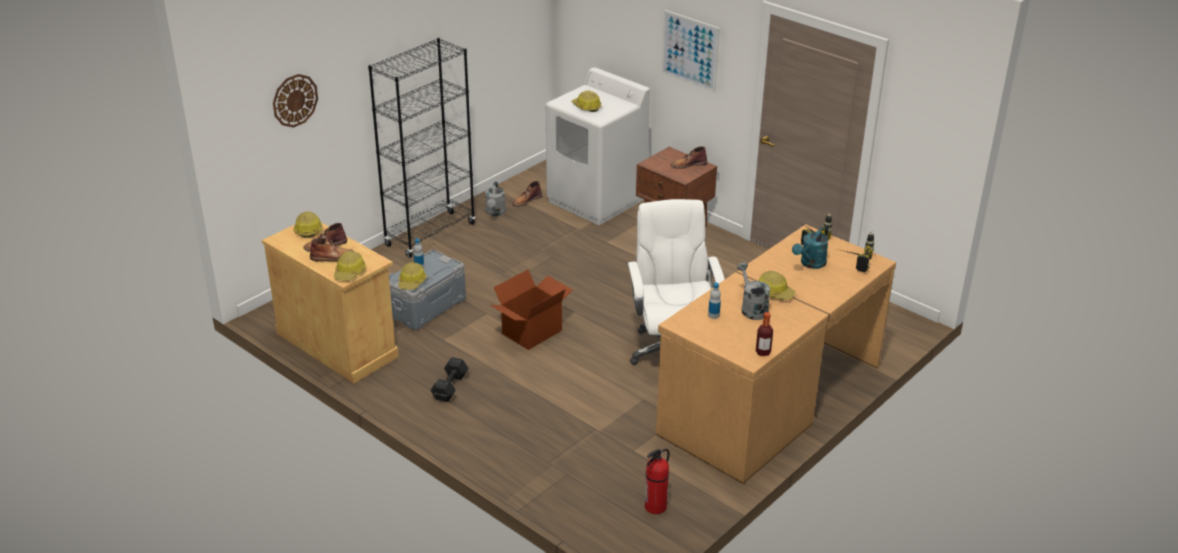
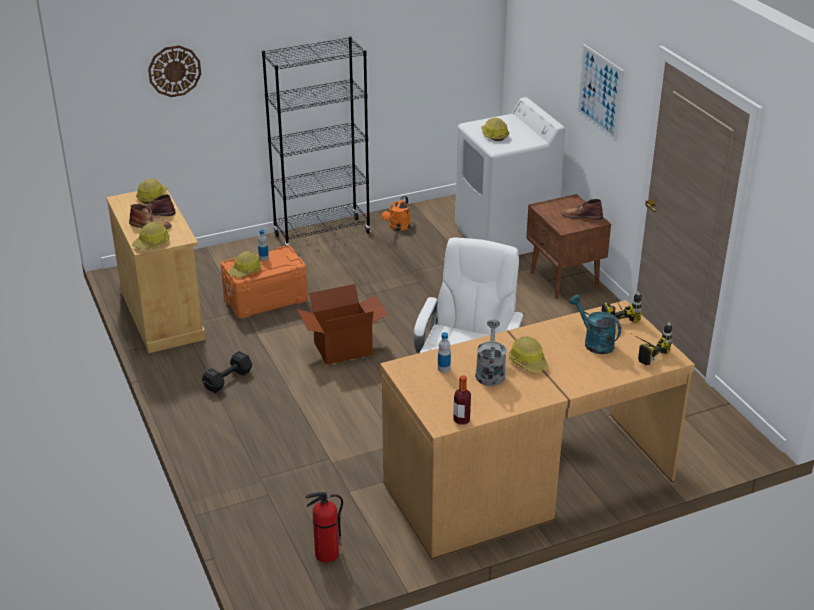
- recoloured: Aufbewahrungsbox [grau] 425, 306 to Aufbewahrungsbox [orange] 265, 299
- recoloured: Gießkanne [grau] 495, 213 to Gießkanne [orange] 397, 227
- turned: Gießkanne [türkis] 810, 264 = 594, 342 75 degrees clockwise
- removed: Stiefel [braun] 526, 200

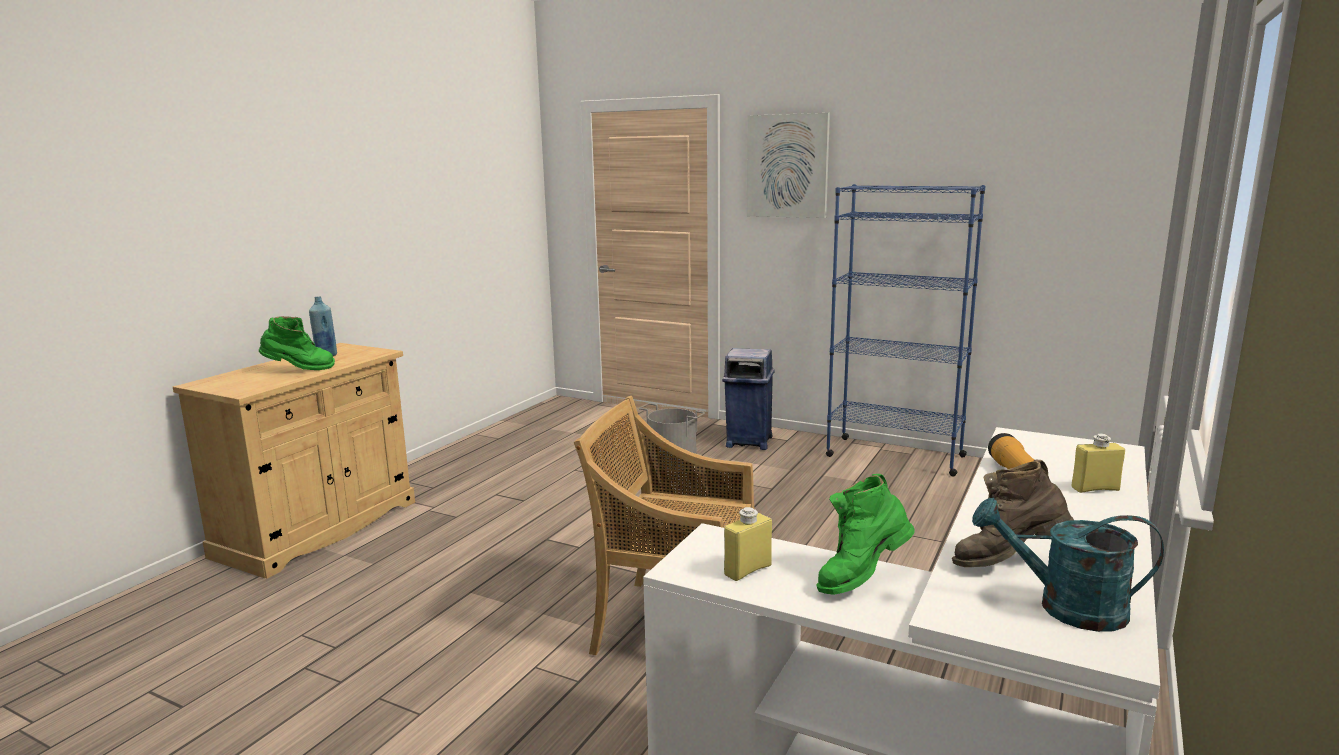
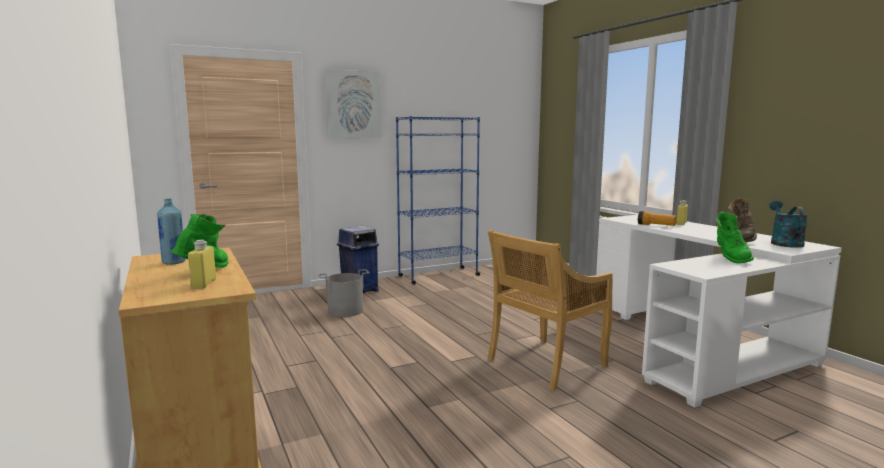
- moved: Flasche [gelb] 748, 570 to 203, 284
- turned: Gießkanne [türkis] 1065, 607 = 784, 243 135 degrees clockwise

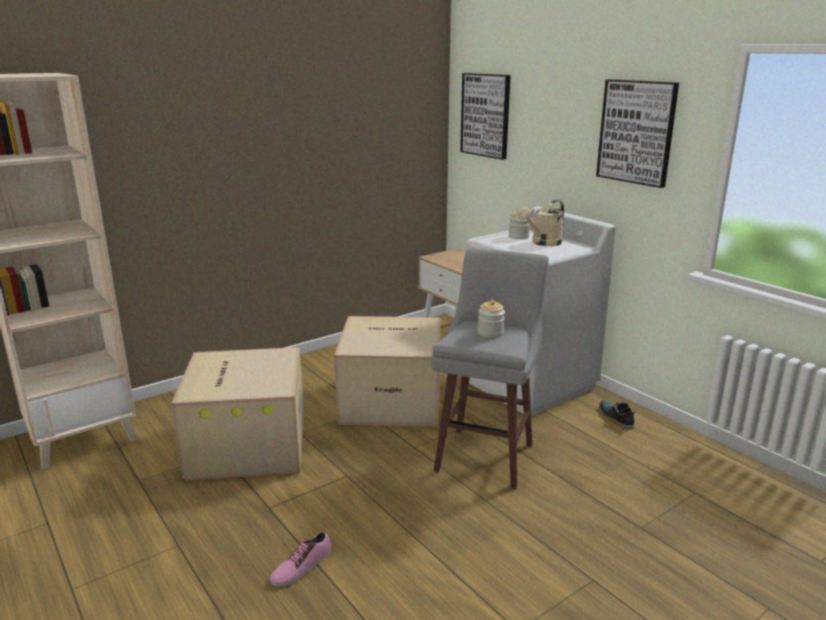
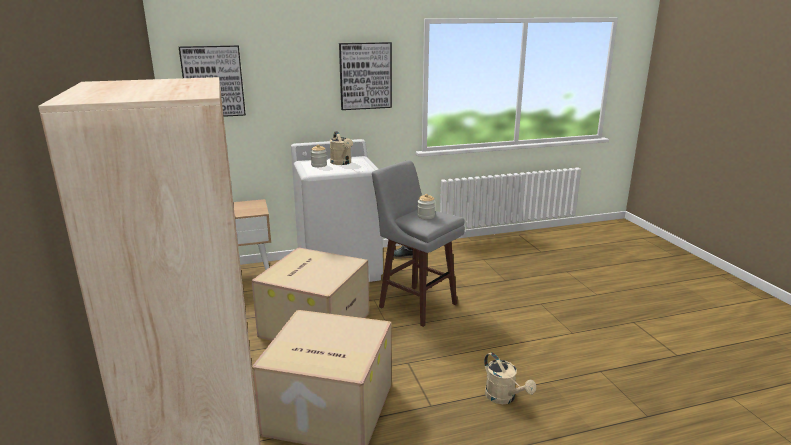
- replaced: Schuh 301, 566 to Gießkanne [beige] 504, 398

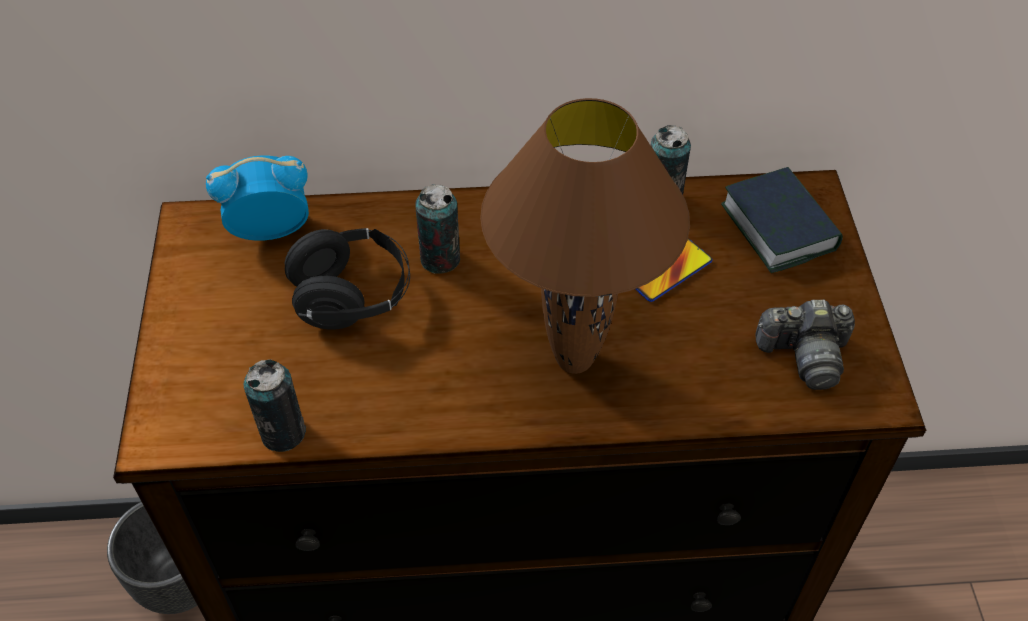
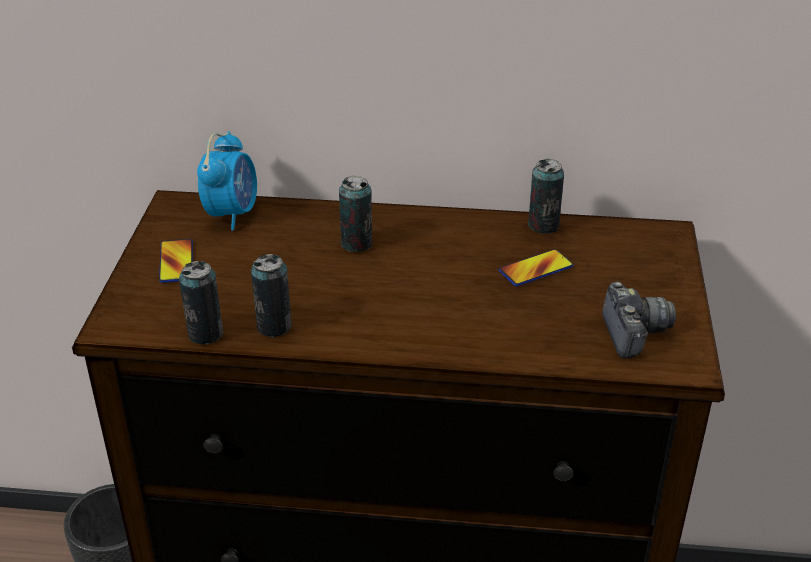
- added: Handy 176, 262
- turned: Wecker 270, 230 = 232, 213 105 degrees clockwise
- added: Dose 274, 326
- turned: Kamera 804, 356 = 633, 333 105 degrees counterclockwise
- removed: Kopfhörer [schwarz] 352, 297
- removed: Tischlampe [braun] 575, 361
- removed: Buch 778, 227

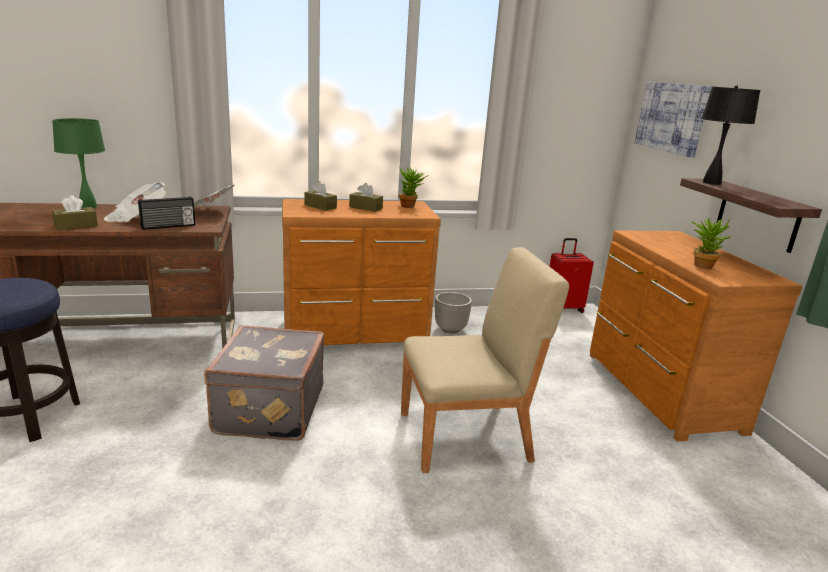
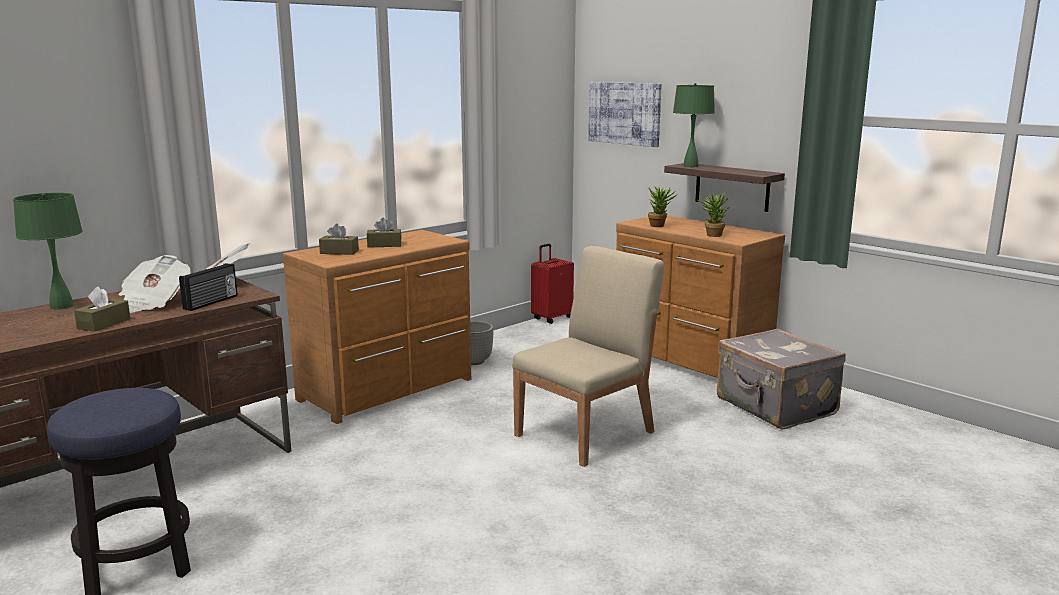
- moved: Topfpflanze 410, 206 to 659, 225
- recoloured: Tischlampe [schwarz] 712, 183 to Tischlampe [grün] 691, 166
- moved: Koffer [grau] 267, 410 to 775, 407

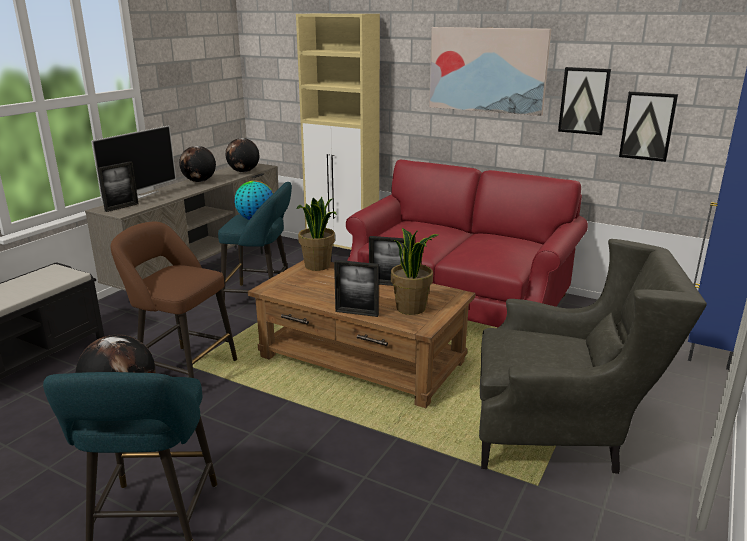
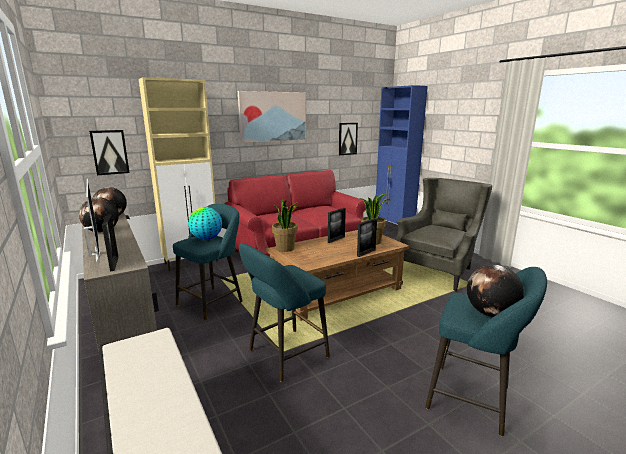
- moved: Bild 584, 101 to 110, 152
- recoloured: Hocker [braun] 183, 369 to Hocker [türkis] 284, 355

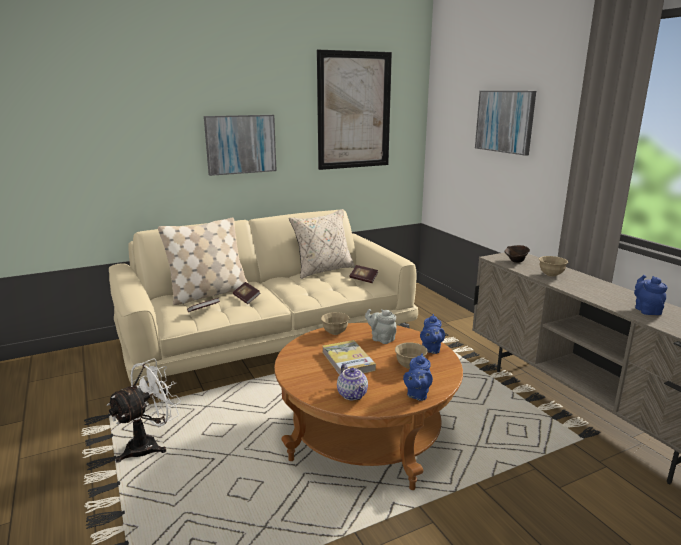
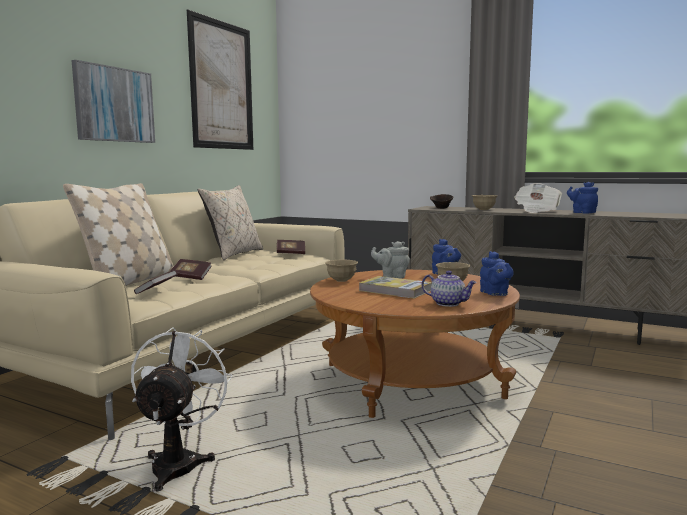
- added: Zeitung 536, 211
- removed: Bild 505, 121

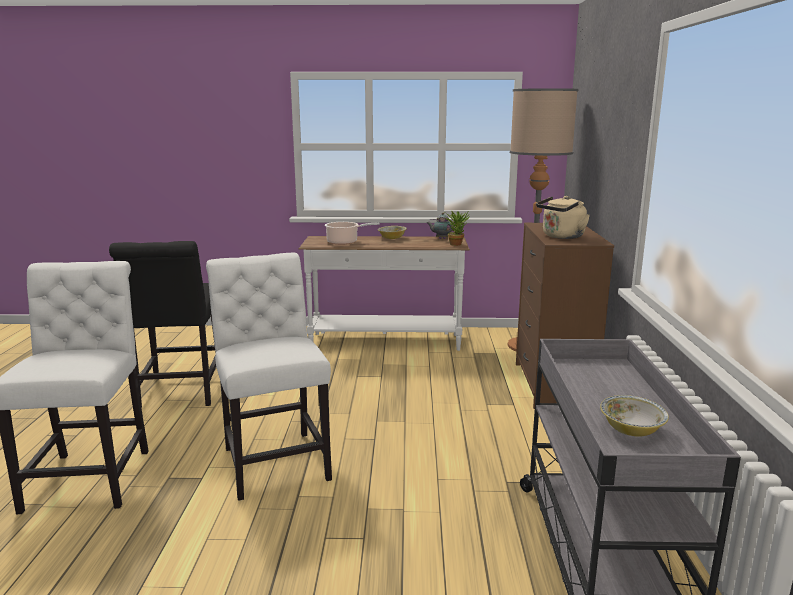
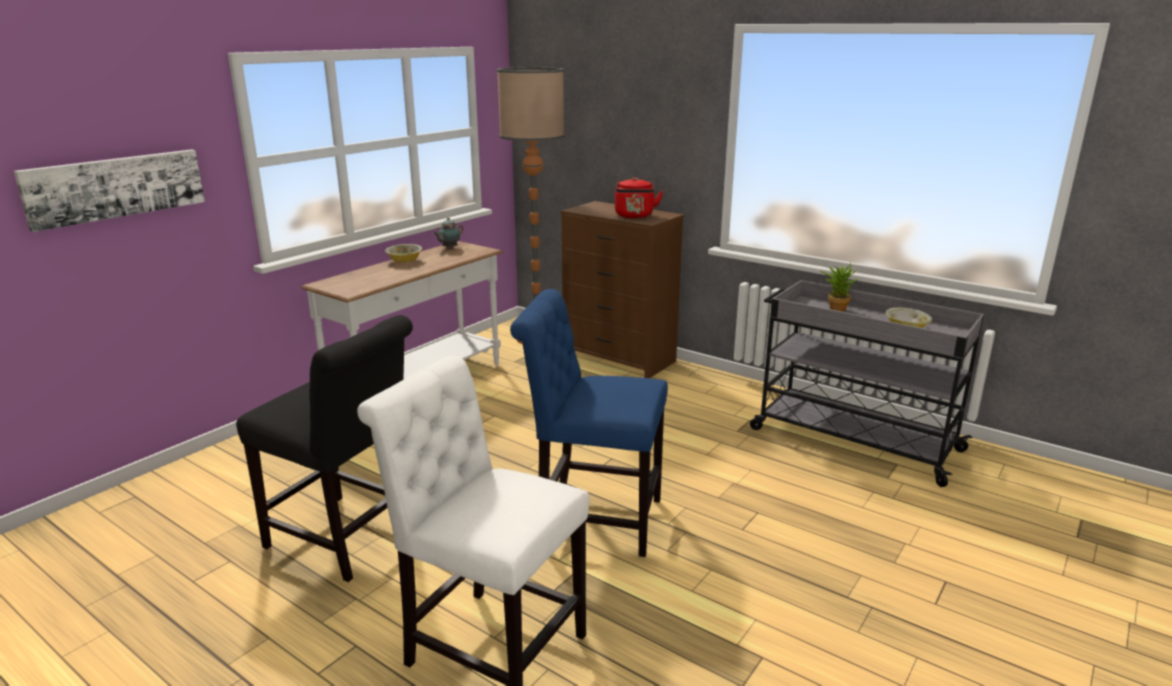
- added: Bild 115, 187
- recoloured: Stuhl [weiß] 275, 460 to Stuhl [blau] 592, 518
- recoloured: Wasserkessel [beige] 561, 237 to Wasserkessel [rot] 634, 216
- moved: Topfpflanze 457, 244 to 835, 308
- removed: Kochtopf 344, 242

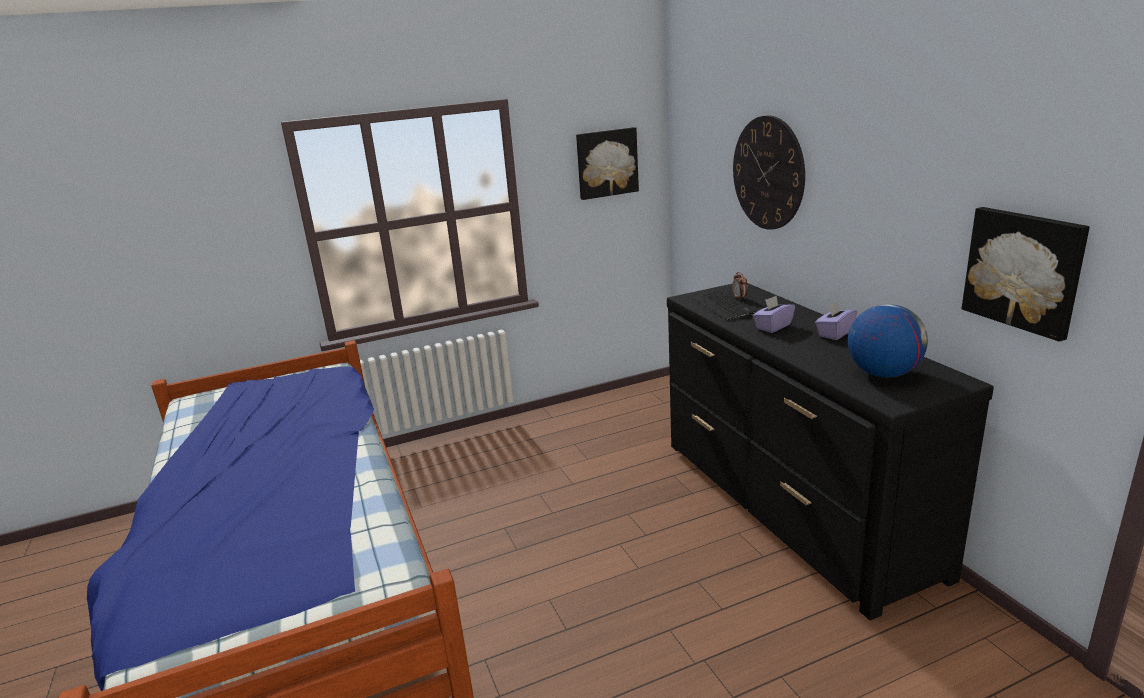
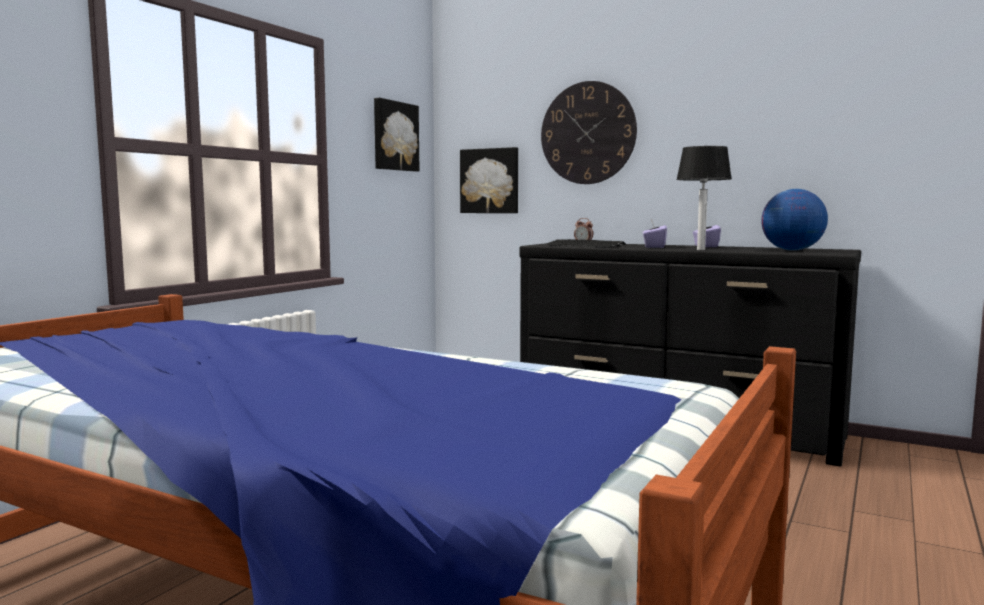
- moved: Bild 1024, 270 to 490, 181
- added: Tischlampe 701, 249

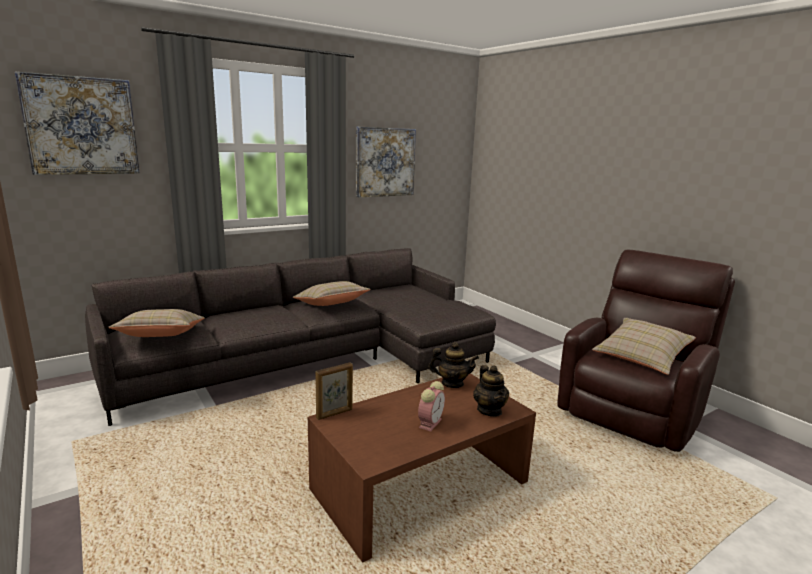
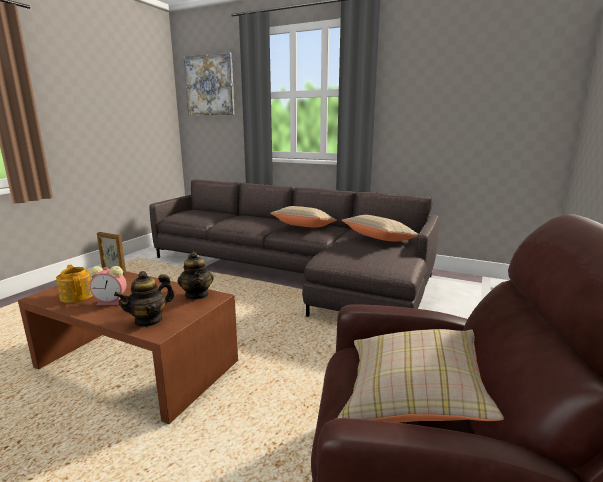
- added: Teekanne 77, 295
- moved: Kissen [beige] 161, 336 to 379, 240
- removed: Bild 385, 162

